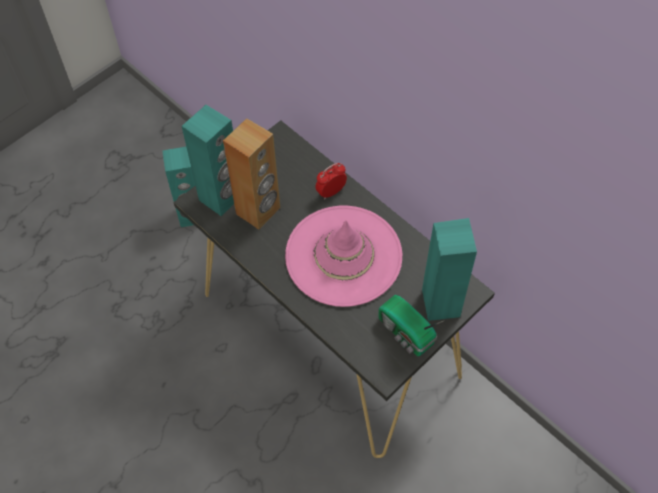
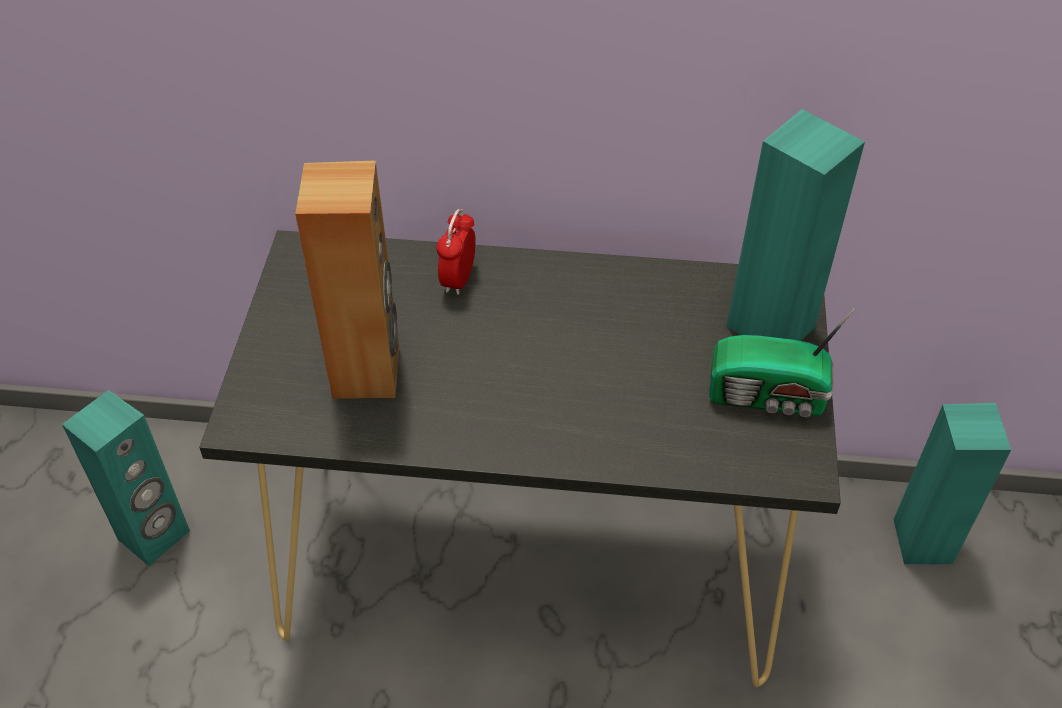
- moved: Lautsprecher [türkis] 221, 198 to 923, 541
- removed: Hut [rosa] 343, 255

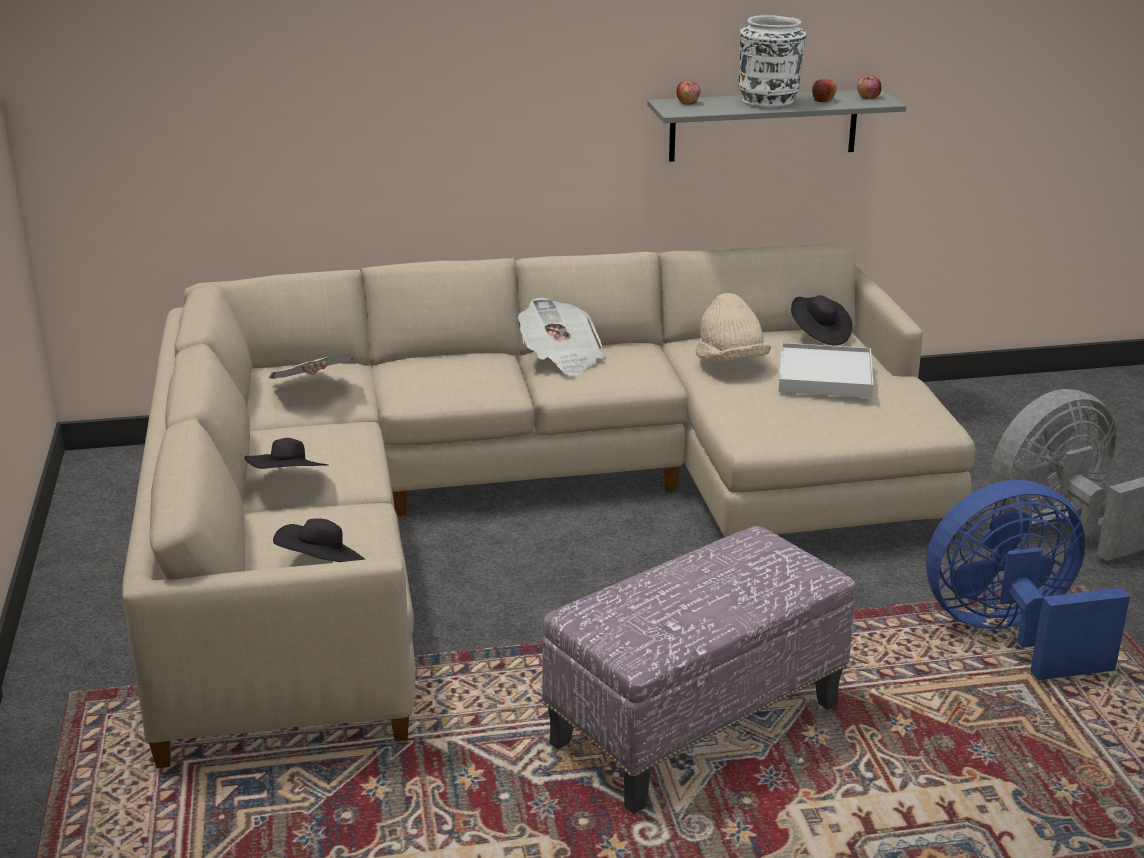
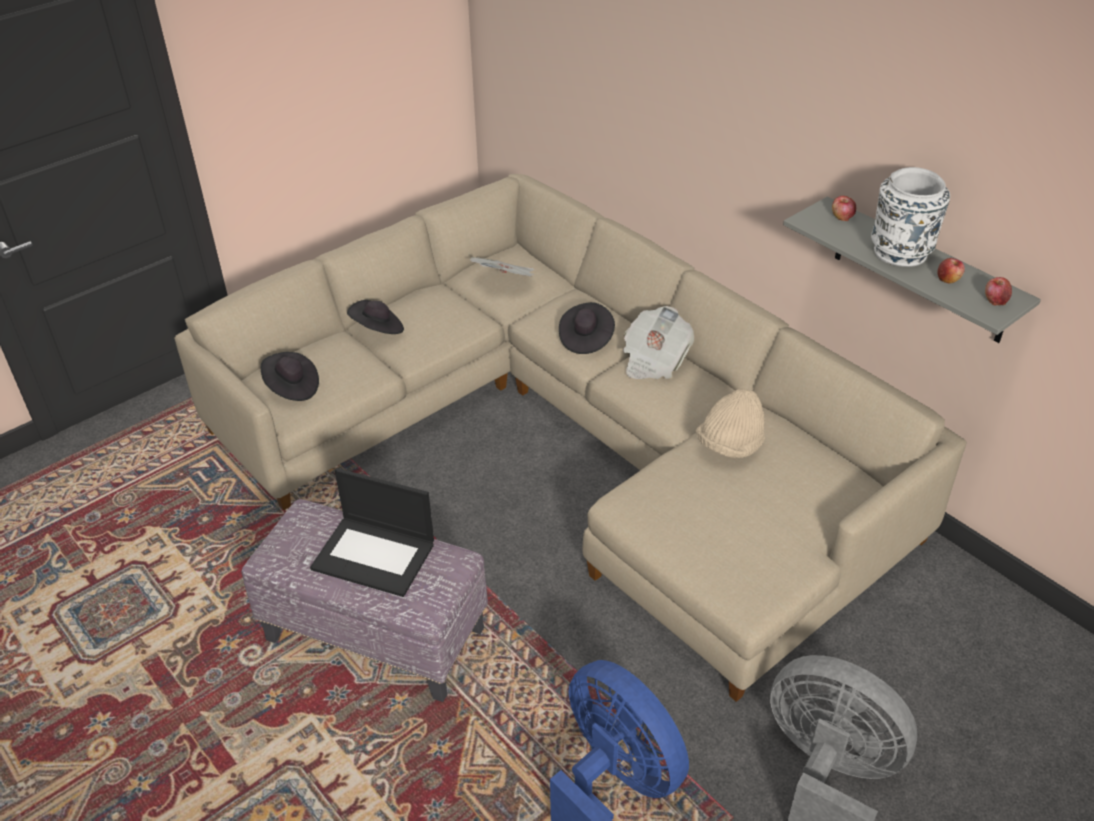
- added: Laptop 375, 555
- moved: Hut [schwarz] 819, 335 to 586, 338
- removed: Tablett [weiß] 824, 375

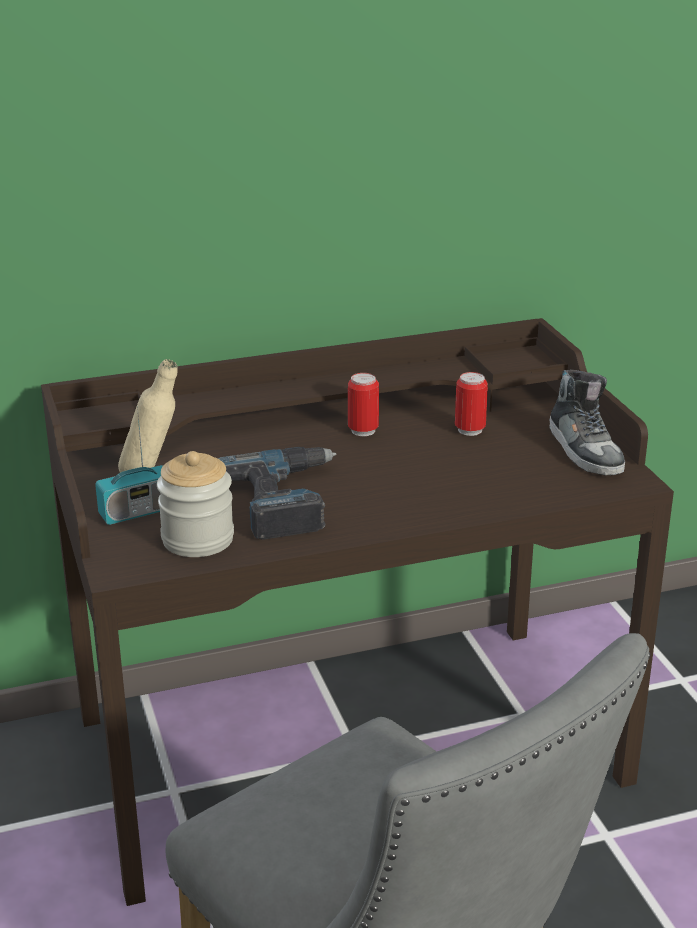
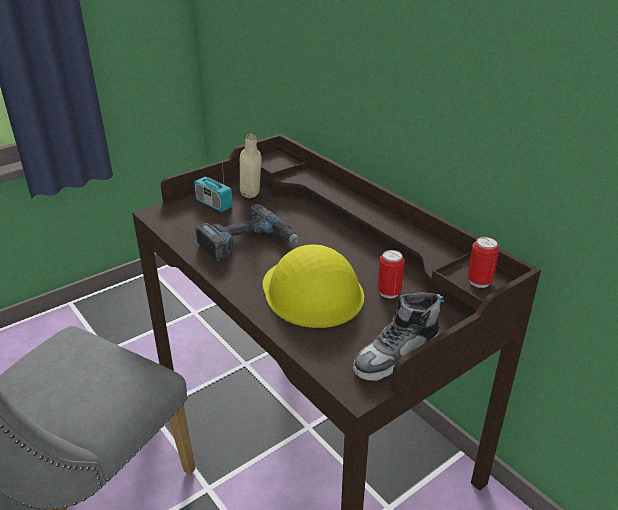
- added: Schutzhelm [gelb] 312, 291
- moved: Dose 363, 430 to 479, 282
- removed: Vorratsglas 198, 539

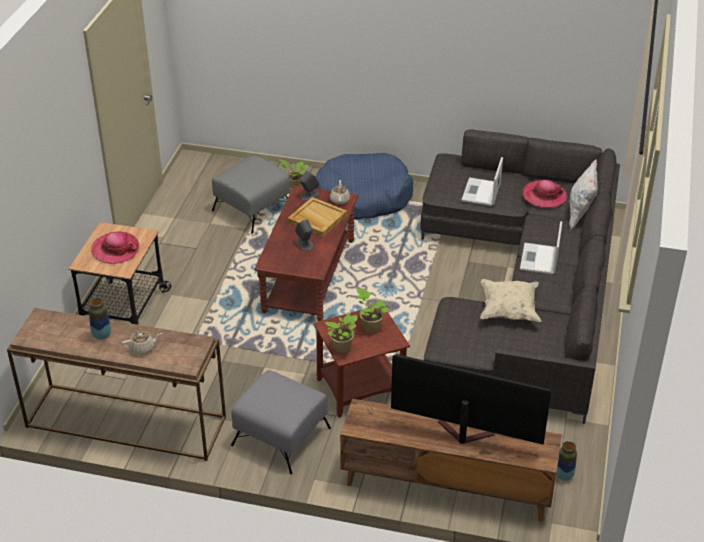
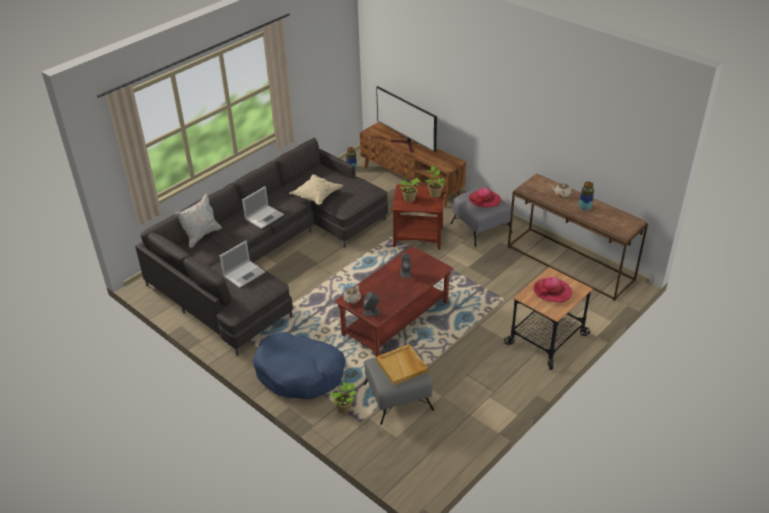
- moved: Tablett [beige] 316, 219 to 402, 366
- moved: Hut 544, 196 to 484, 200

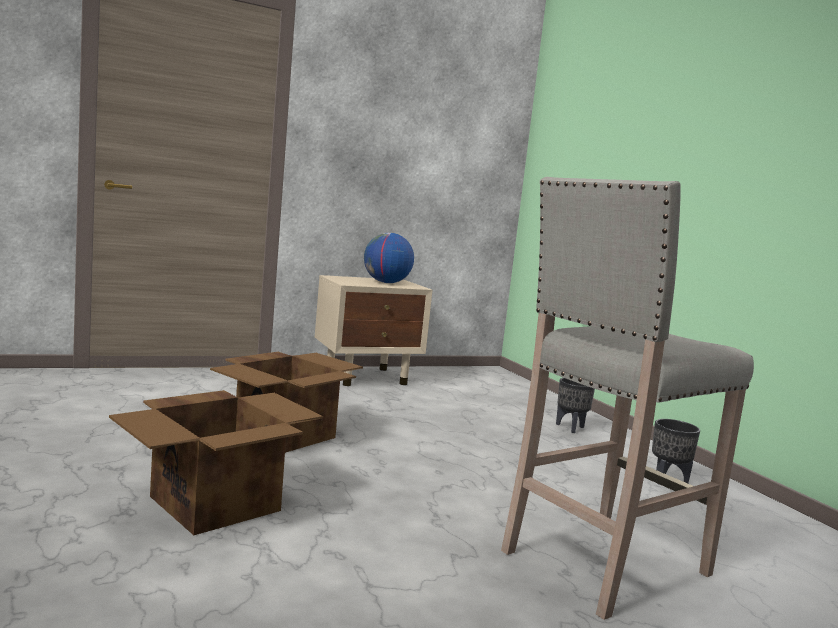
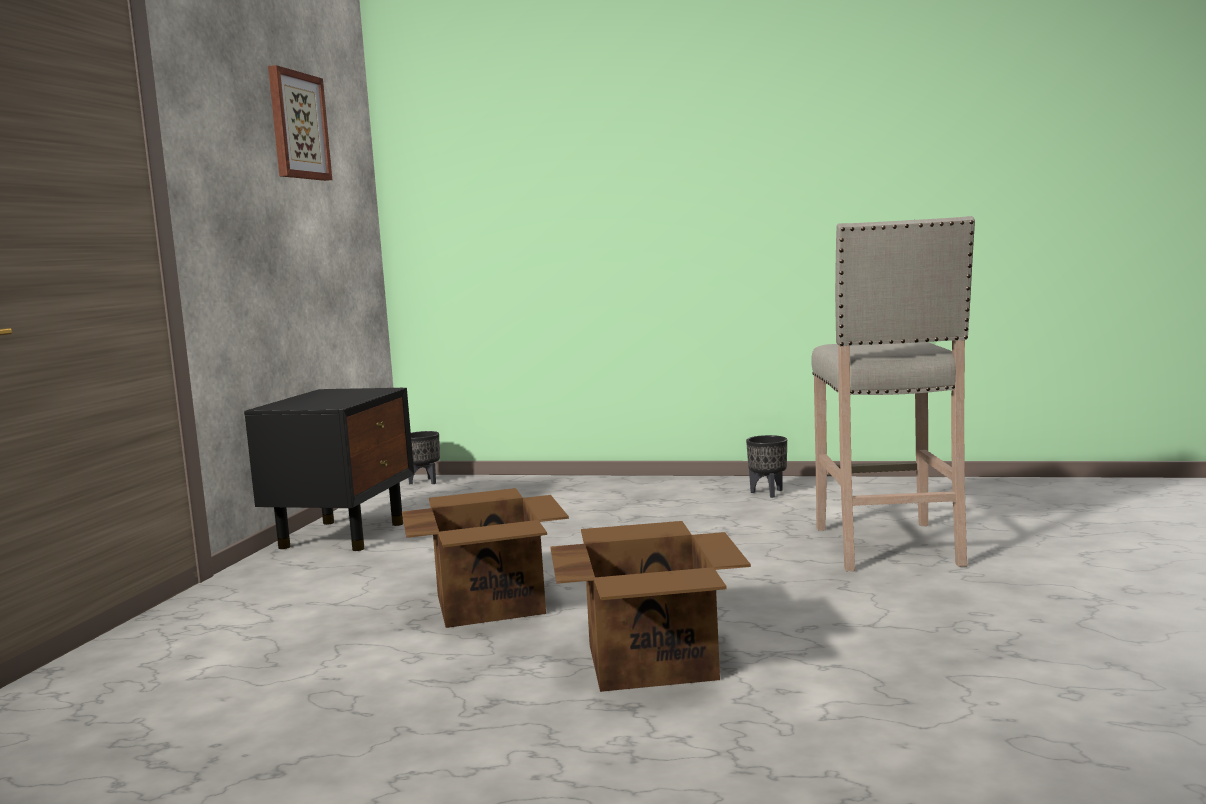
- recoloured: Nachttisch [beige] 367, 377 to Nachttisch [schwarz] 343, 534
- added: Bild 297, 126
- moved: Pflanzkübel [schwarz] 570, 428 to 425, 482
- removed: Globus 386, 283

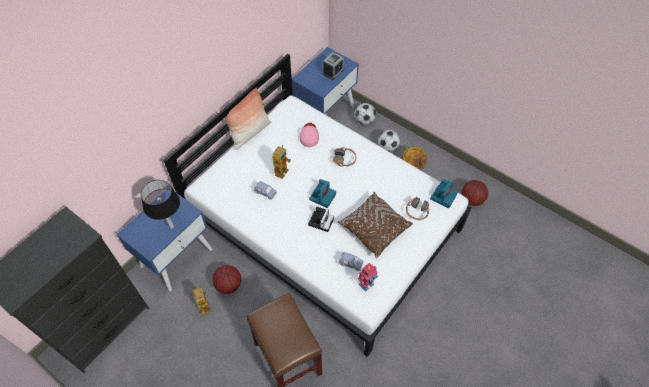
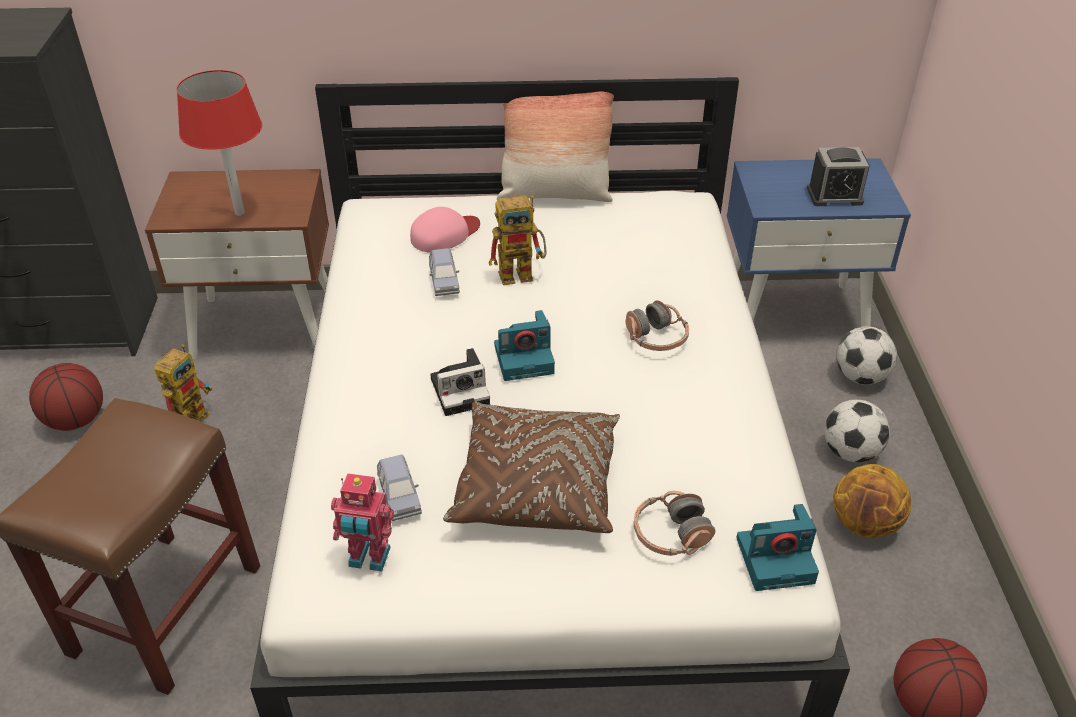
- moved: Basketball 228, 285 to 76, 419
- recoloured: Nachttisch [blau] 176, 257 to Nachttisch [braun] 265, 325
- recoloured: Tischlampe [schwarz] 171, 226 to Tischlampe [rot] 240, 213
- moved: Kappe [rosa] 309, 135 to 445, 234

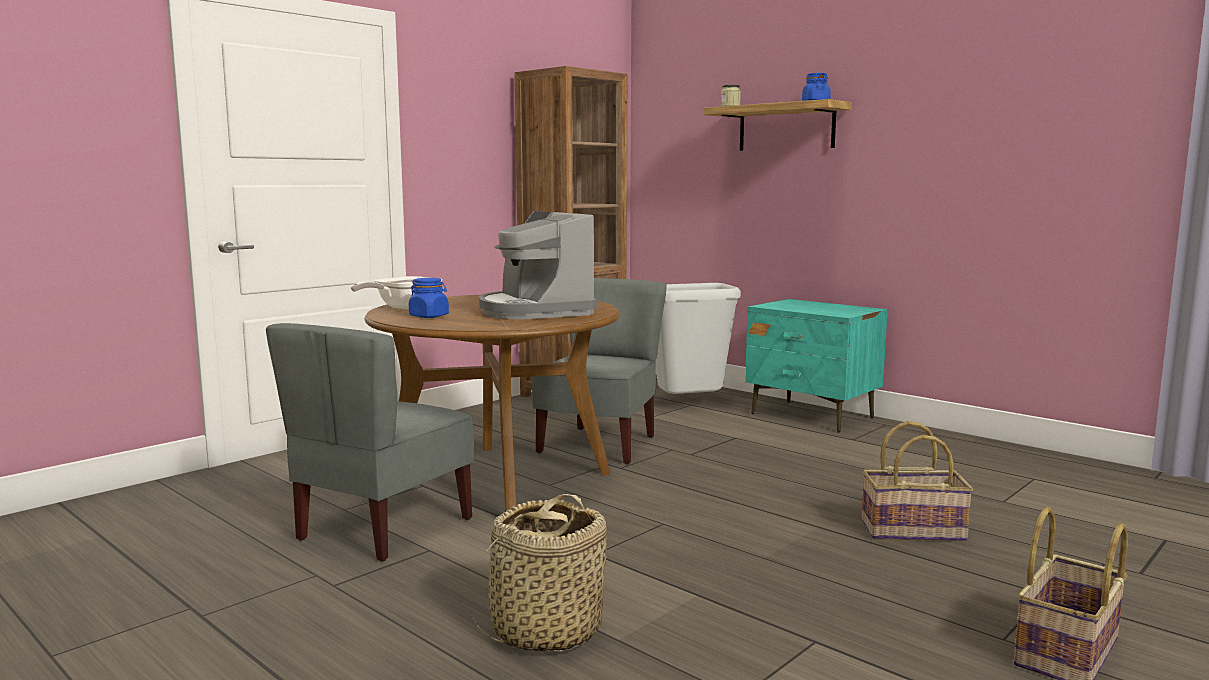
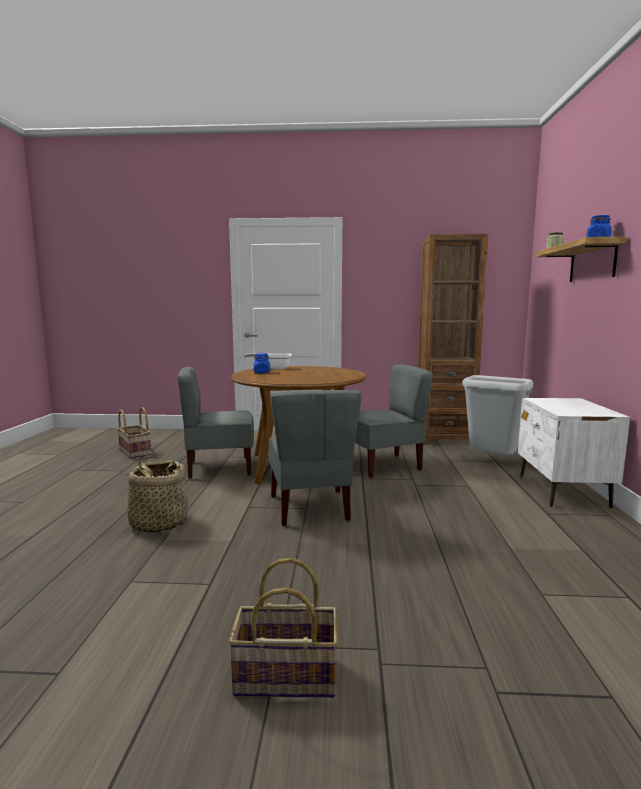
- moved: Korb 912, 530 to 136, 452
- added: Stuhl [grau] 310, 508
- recoloured: Nachttisch [türkis] 812, 416 to Nachttisch [weiß] 562, 491
- removed: Kaffeemaschine 535, 311

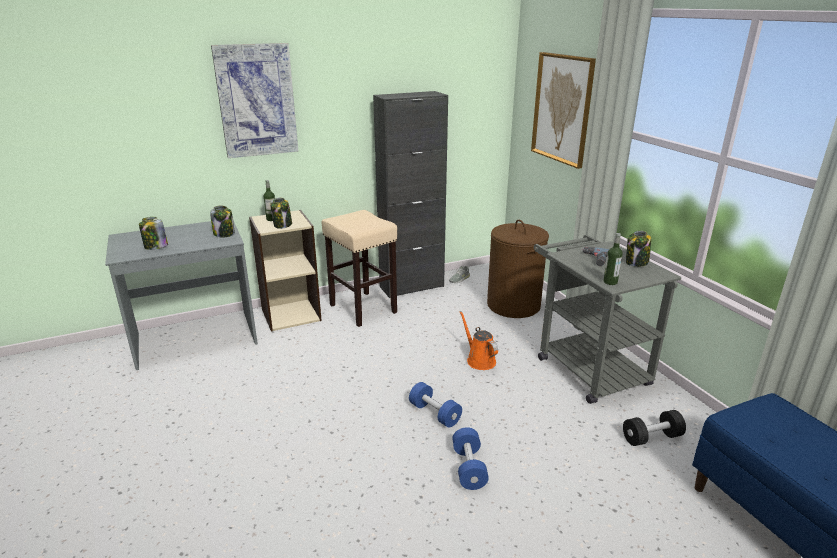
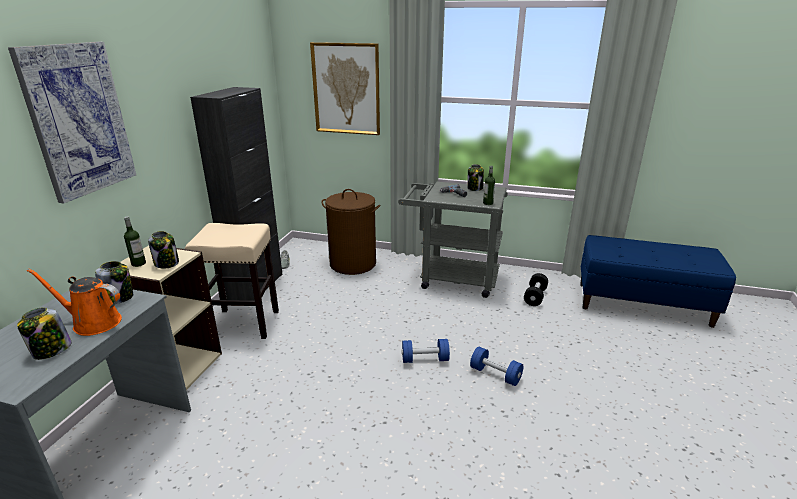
- moved: Gießkanne [orange] 479, 360 to 93, 323

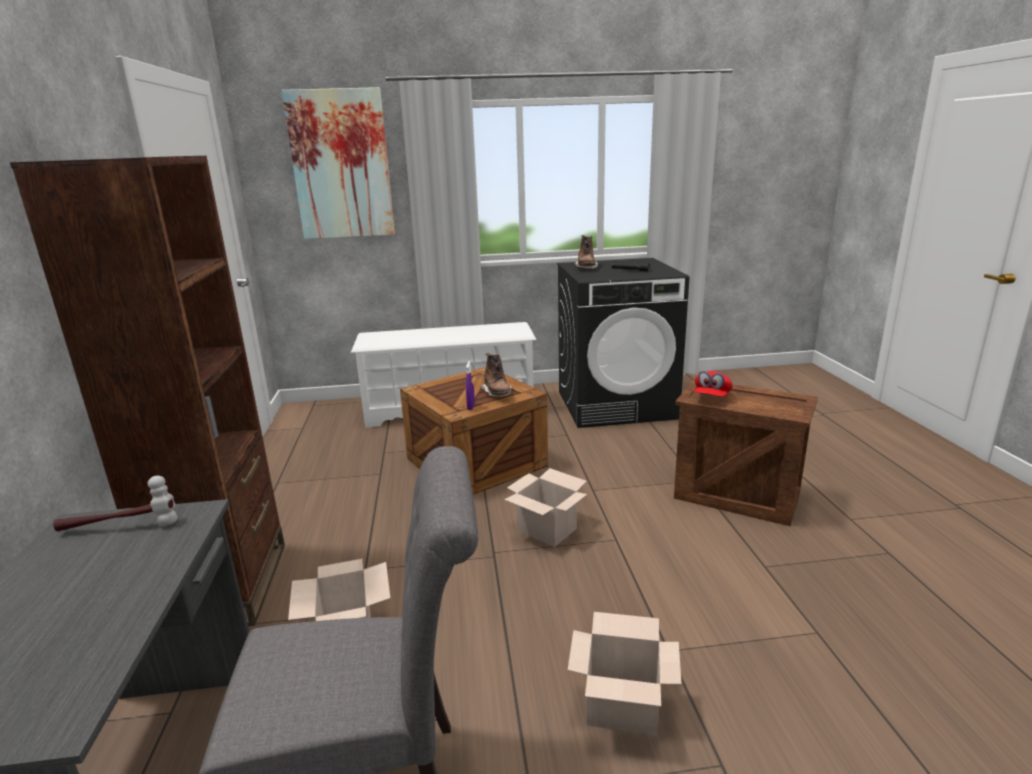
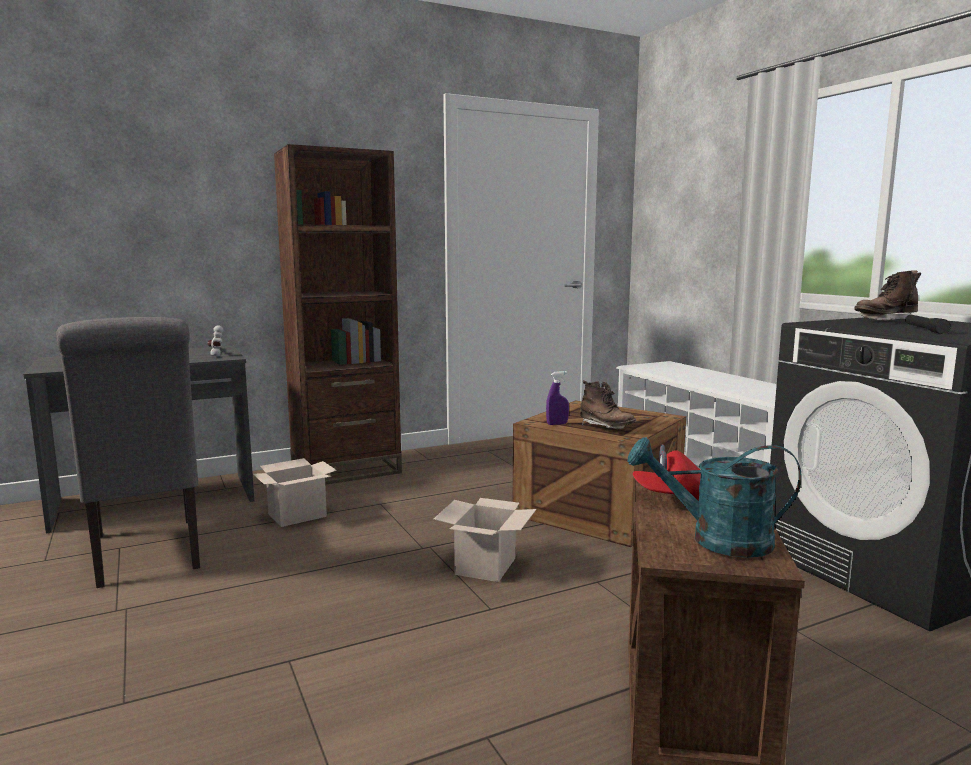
- turned: Stiefel [braun] 497, 393 = 606, 428 90 degrees counterclockwise
- added: Gießkanne [türkis] 716, 540
- removed: Bild 341, 165
- removed: Karton 620, 707

